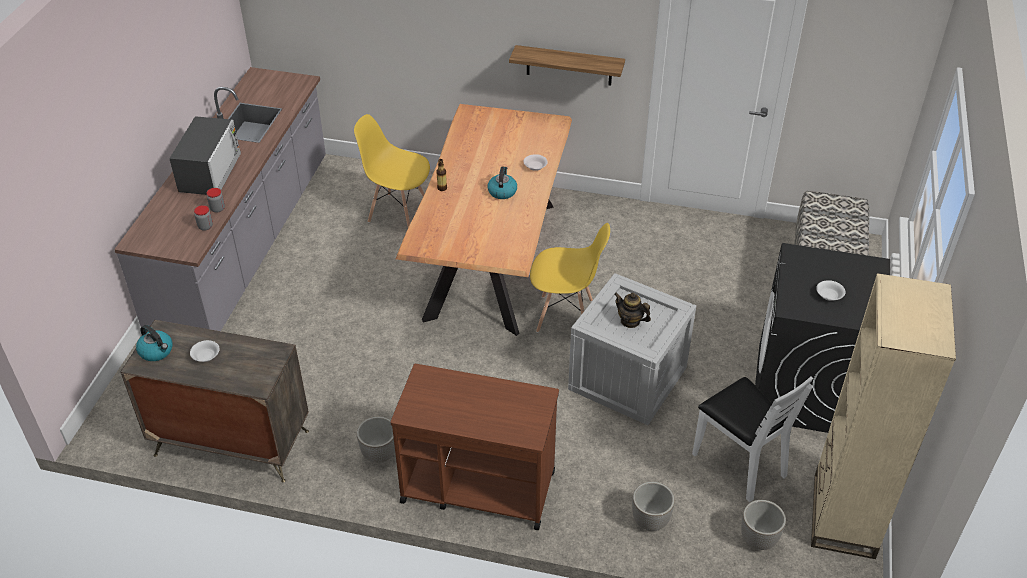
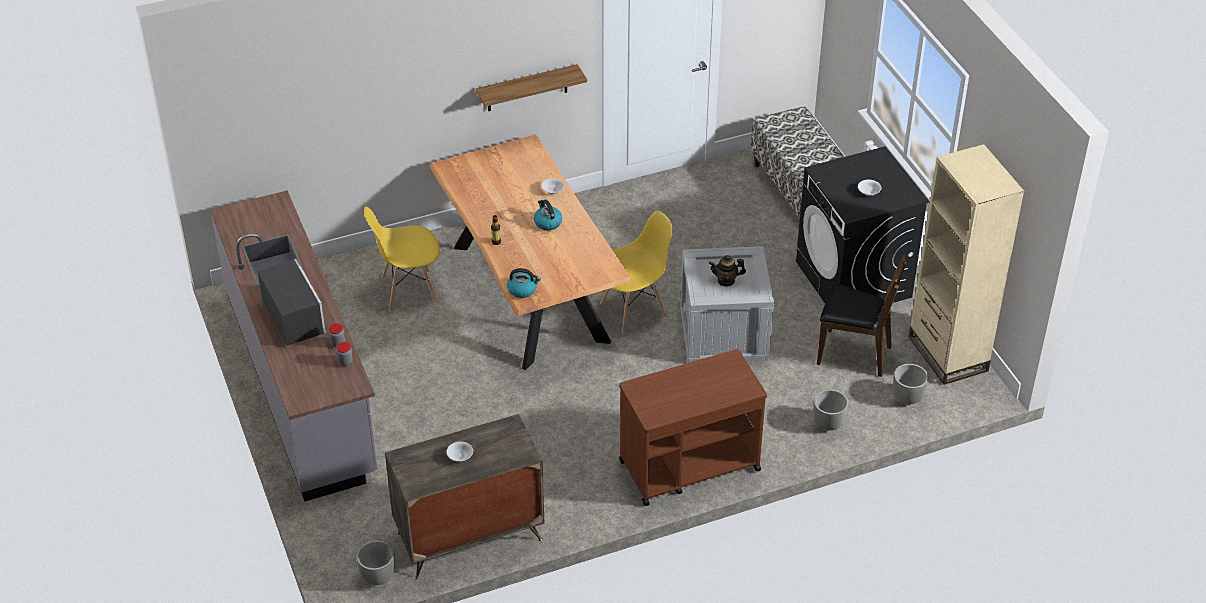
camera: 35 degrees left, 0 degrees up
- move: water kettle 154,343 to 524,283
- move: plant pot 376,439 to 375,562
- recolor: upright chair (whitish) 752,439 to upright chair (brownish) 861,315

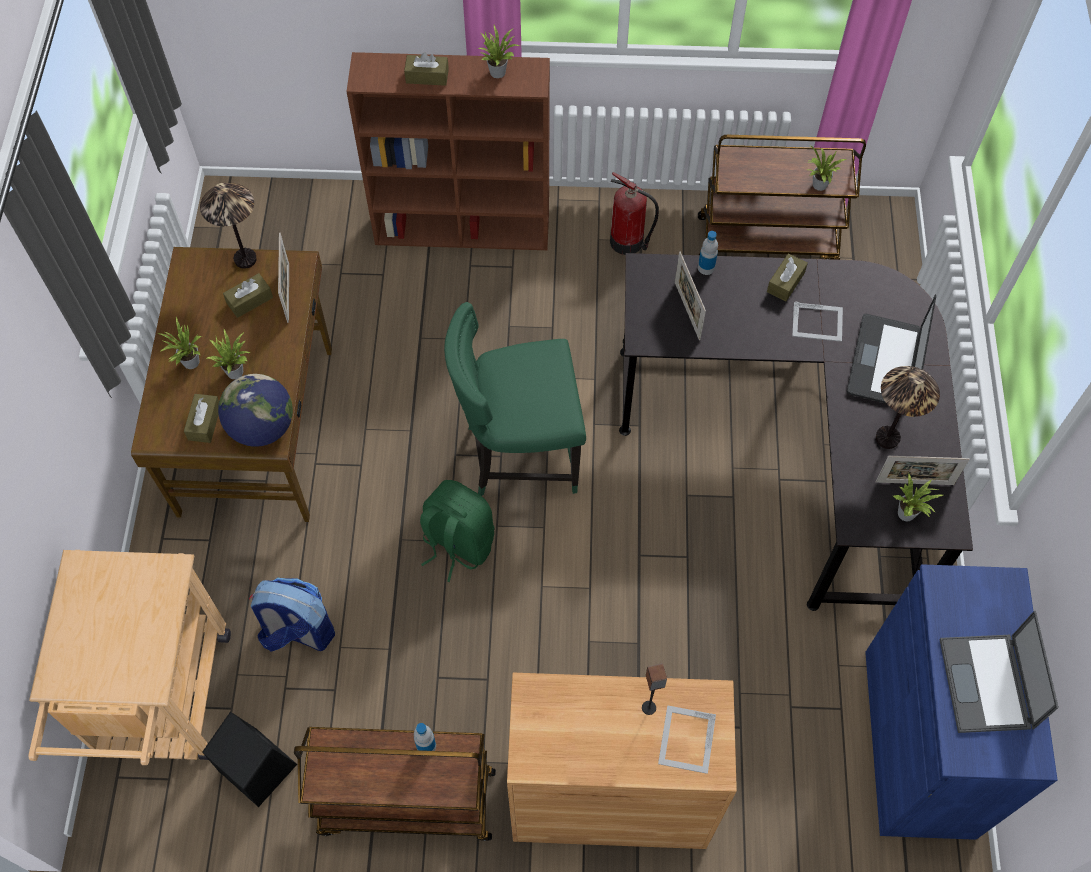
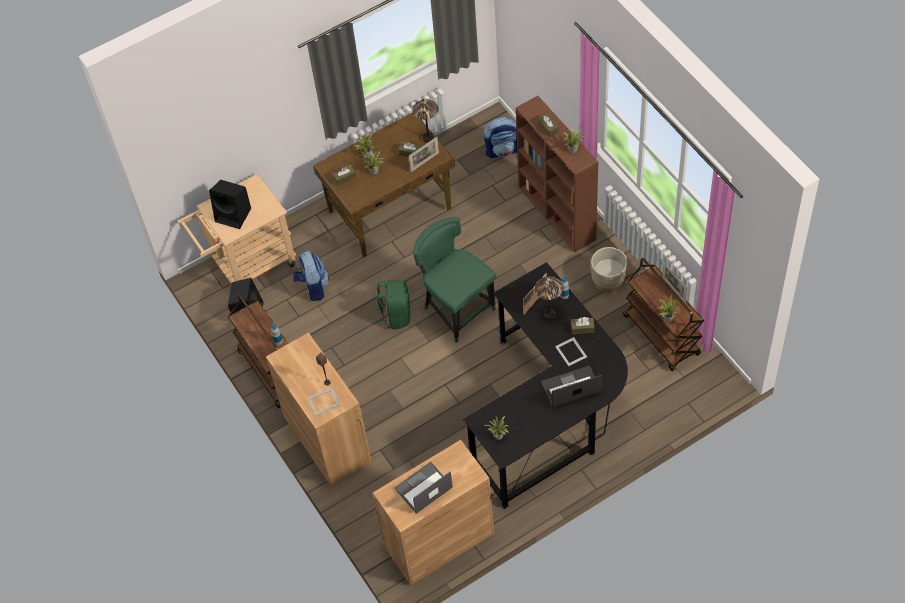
camera: 60 degrees right, 5 degrees down
- delete: desk globe 255,410
- replace: extinguisher 634,213 to plant pot (beige) 609,269
- recolor: cupboard (bluish) 961,702 to cupboard (brownish) 433,512
- move: tabletop lamp 908,407 to 549,298
- move: standing frame 923,470 to 674,282
- insert: audio speaker (black) 230,204
- insert: rucksack 500,137

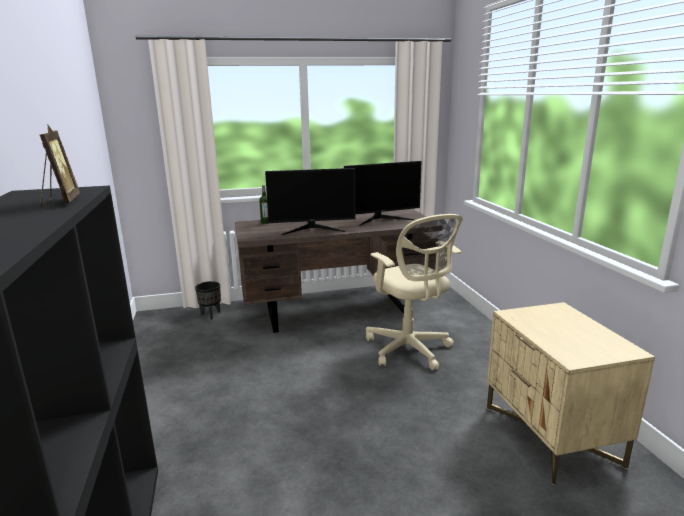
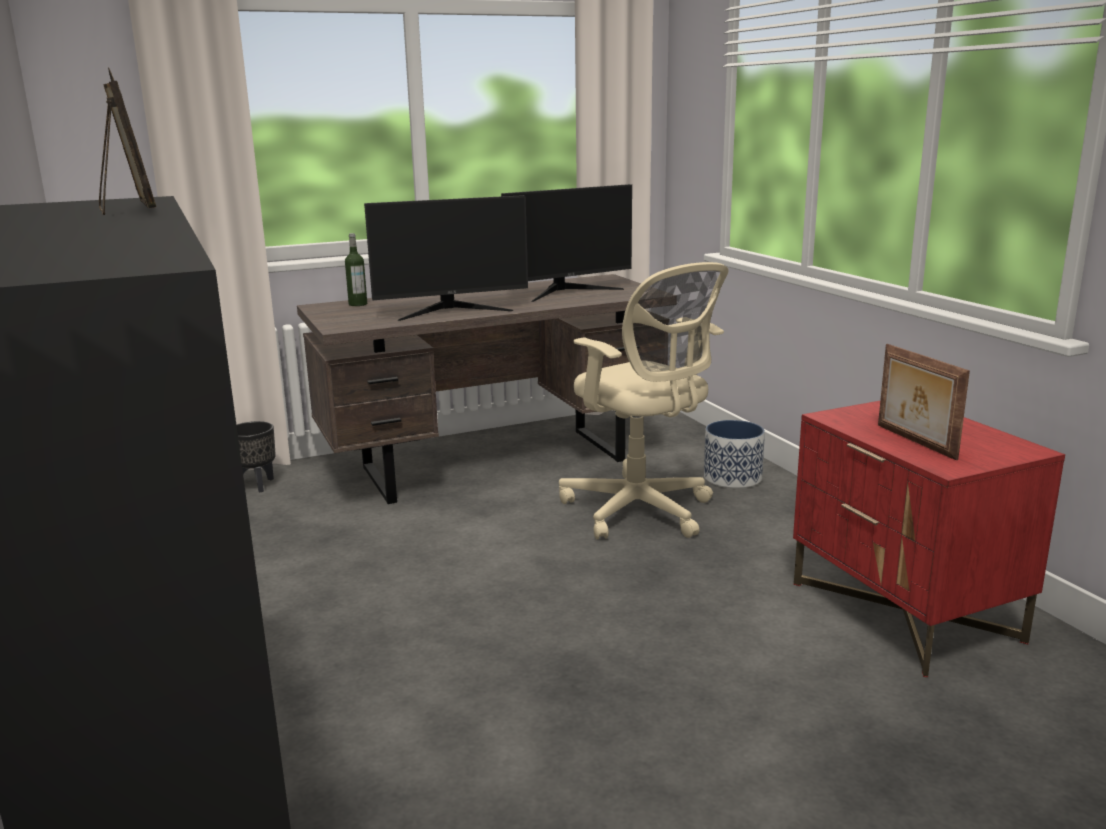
camera: 10 degrees left, 0 degrees up
- recolor: nightstand (beige) 571,393 to nightstand (reddish) 929,539
- insert: plant pot 734,454
- insert: standing frame 924,402

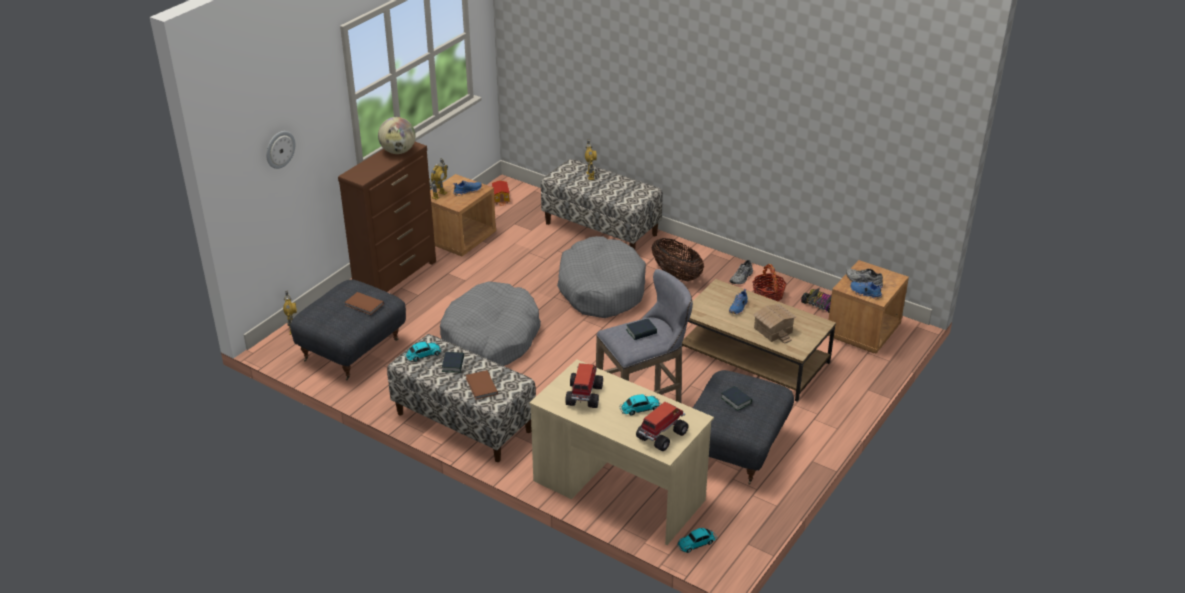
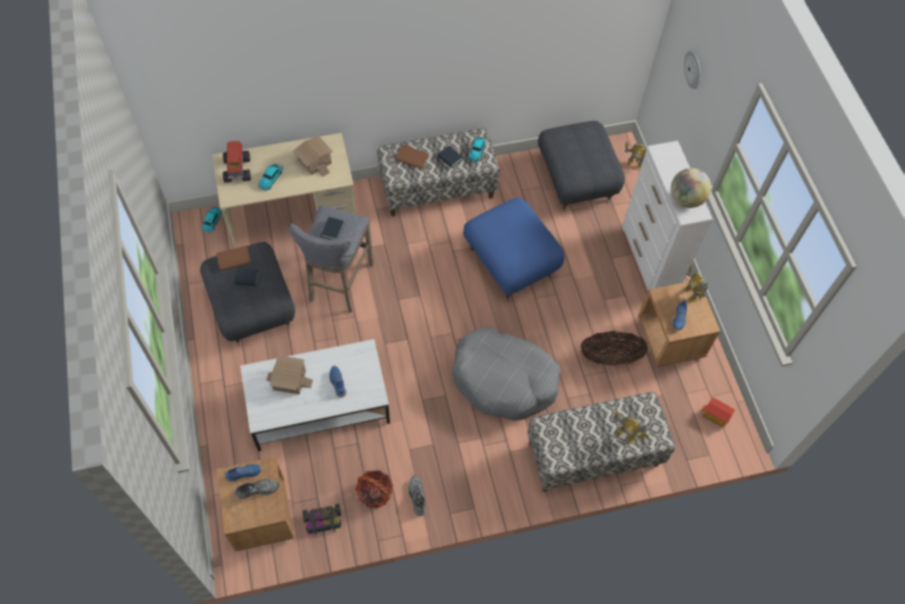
camera: 130 degrees right, 25 degrees up
- recolor: chest of drawers (brownish) 387,217 to chest of drawers (whitish) 667,215
- move: volume (brownish) 364,303 to 233,258
- replace: pet bed (gray) 490,323 to footrest (bluish) 513,249
- replace: toy lorry 584,385 to model house 313,156
- move: storage basket 678,259 to 614,348
- recolor: lounge table (brownish) 759,340 to lounge table (whitish) 315,395

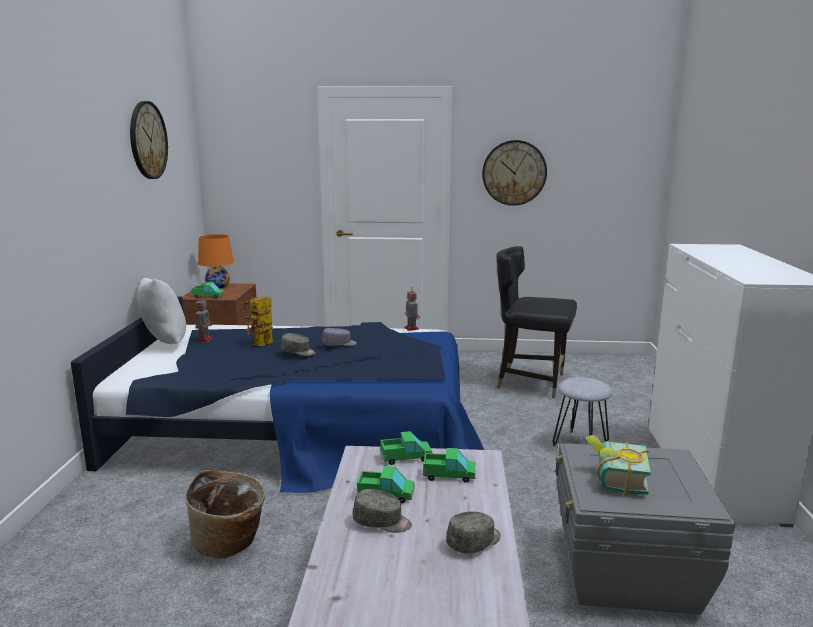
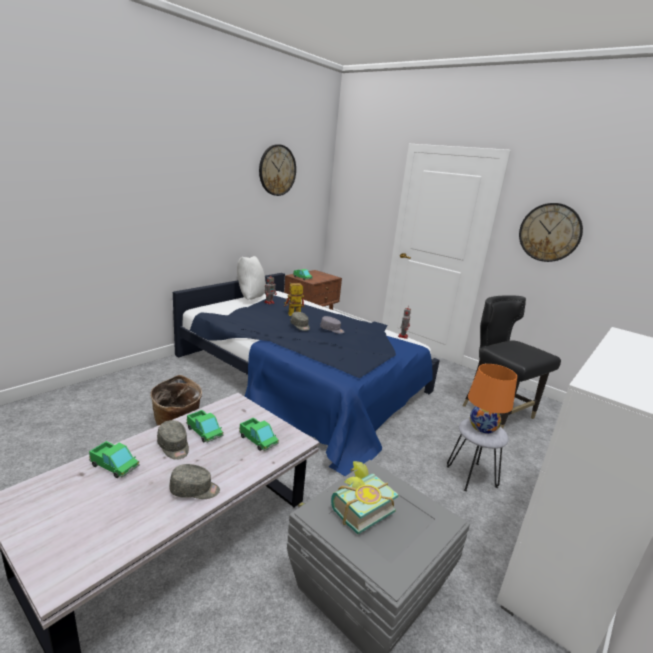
camera: 35 degrees right, 5 degrees up
- move: tabletop lamp (orangey) 216,261 to 492,399
- move: toy lorry 406,448 to 114,459

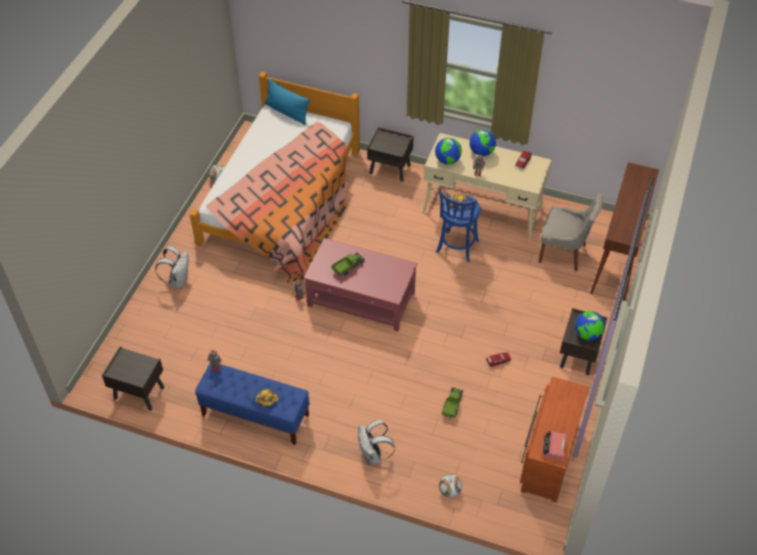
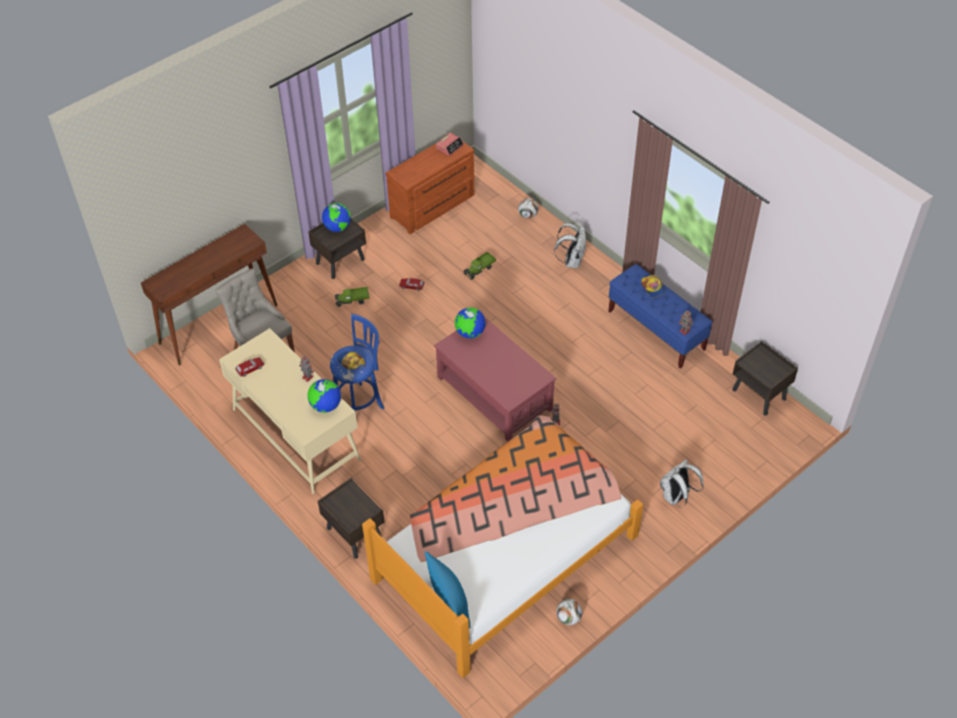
camera: 150 degrees left, 0 degrees up
- move: toy lorry 348,264 to 352,297
- move: desk globe 483,142 to 470,322

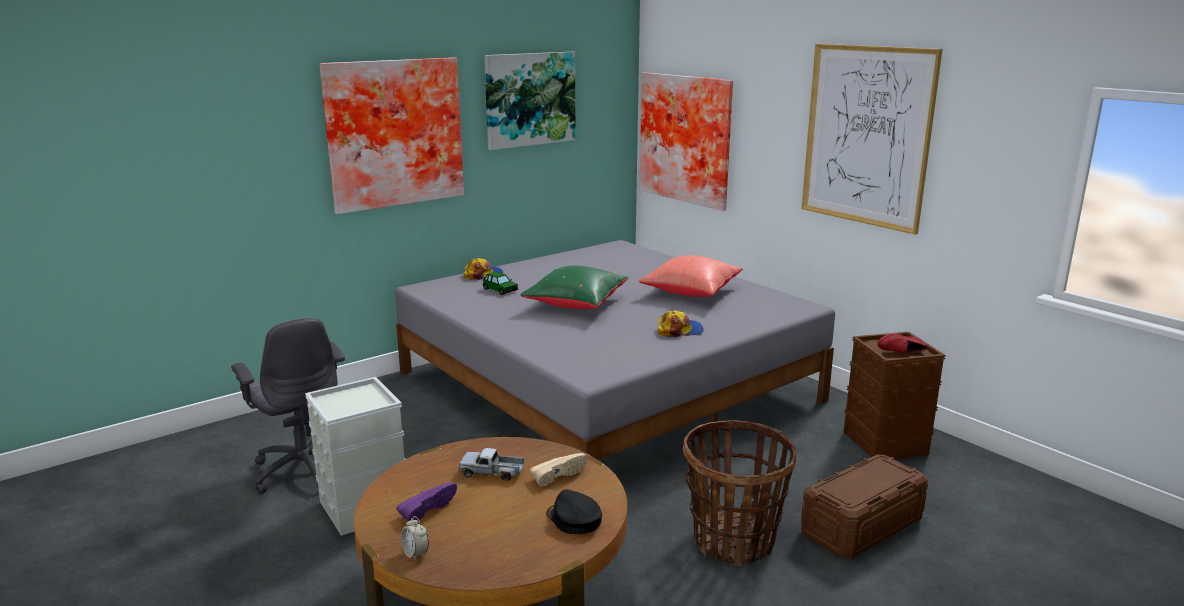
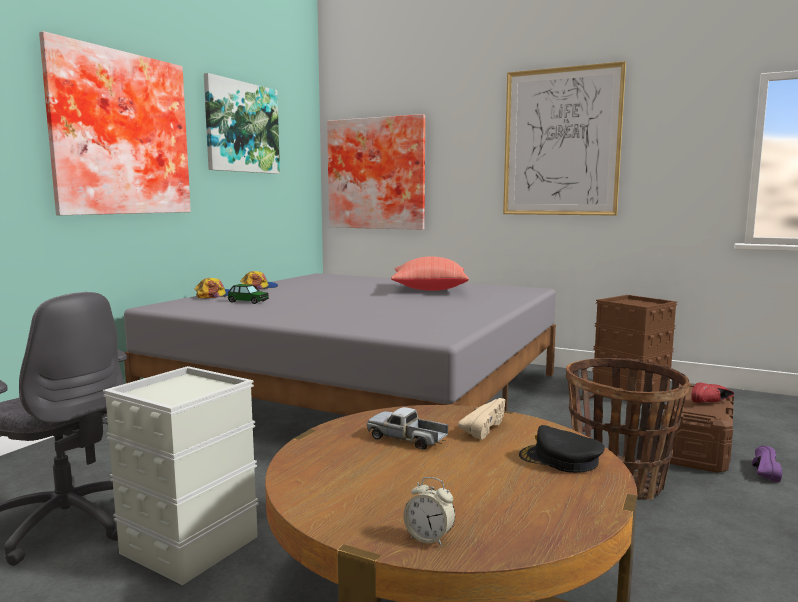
camera: 25 degrees left, 10 degrees down
- move: low shoe (purple) 426,502 to 767,464
- rotate: toy lorry 491,464 = 407,428 45 degrees clockwise
- delete: throw pillow (green) 575,287
- move: cap 680,323 to 259,280
- move: low shoe (reddish) 903,343 to 712,392

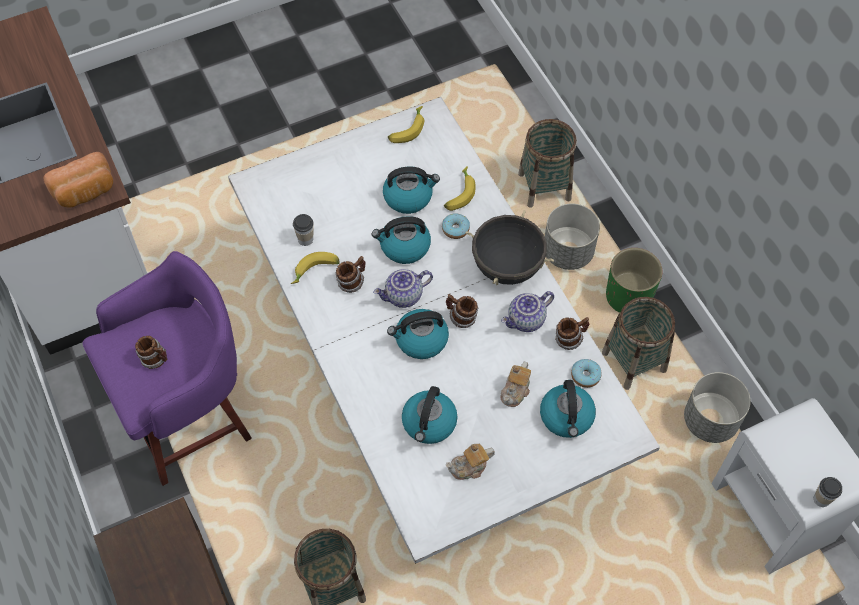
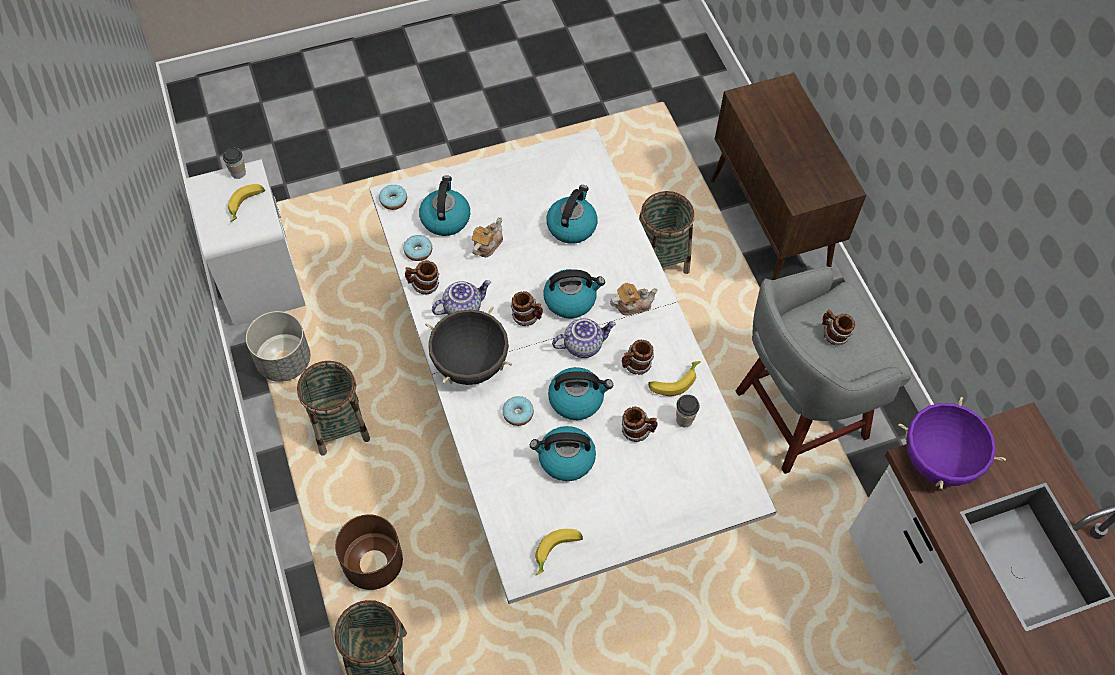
camera: 175 degrees left, 0 degrees up
- replace: bread 78,180 to saucepot (purple) 952,443
- recolor: stool (purple) 167,368 to stool (gray) 824,370
- move: whole banana 459,188 to 246,203
- move: pot for tea 470,461 to 634,299
- recolor: plant pot (gray) 572,236 to plant pot (brownish) 369,552
- delete: plant pot (green) 634,280
- insert: donut 393,197
- insert: mug 640,424

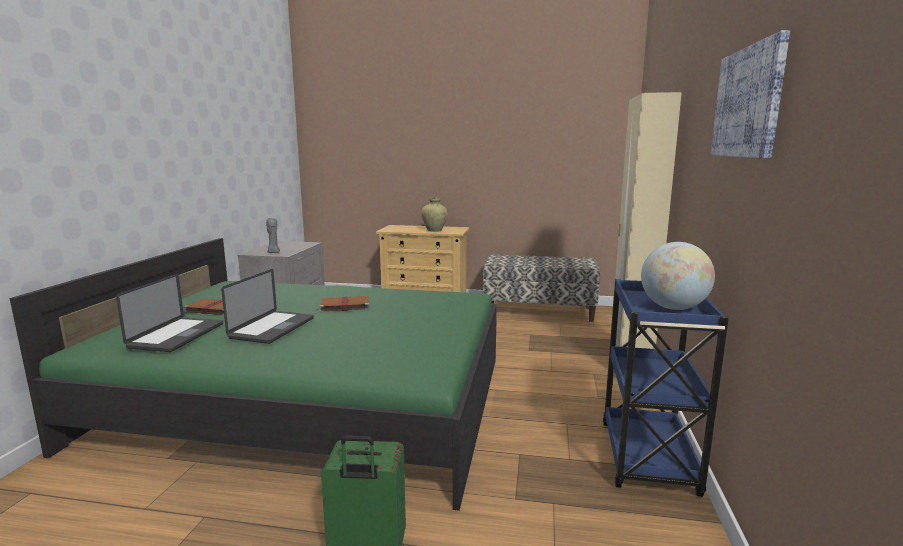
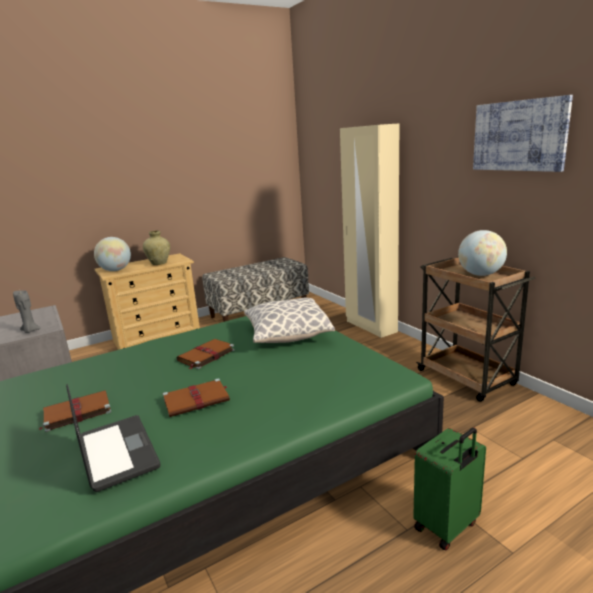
camera: 40 degrees left, 5 degrees up
- replace: portable computer 267,306 to volume (brownish) 196,397
- recolor: trolley (bluish) 665,388 to trolley (brownish) 475,329
- insert: desk globe 112,254
- insert: throw pillow 289,320

